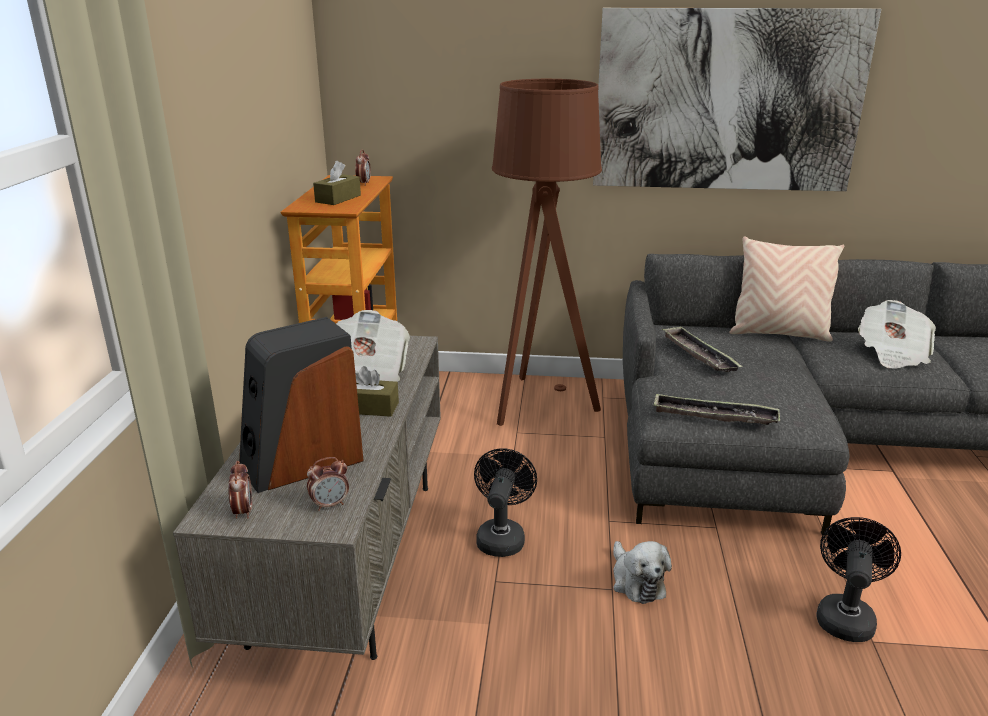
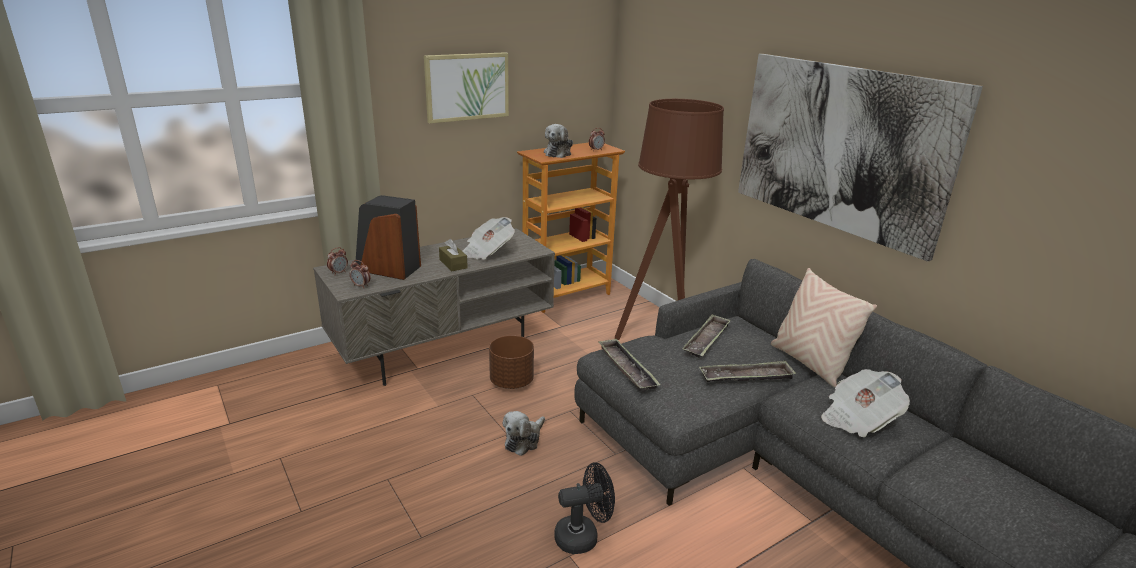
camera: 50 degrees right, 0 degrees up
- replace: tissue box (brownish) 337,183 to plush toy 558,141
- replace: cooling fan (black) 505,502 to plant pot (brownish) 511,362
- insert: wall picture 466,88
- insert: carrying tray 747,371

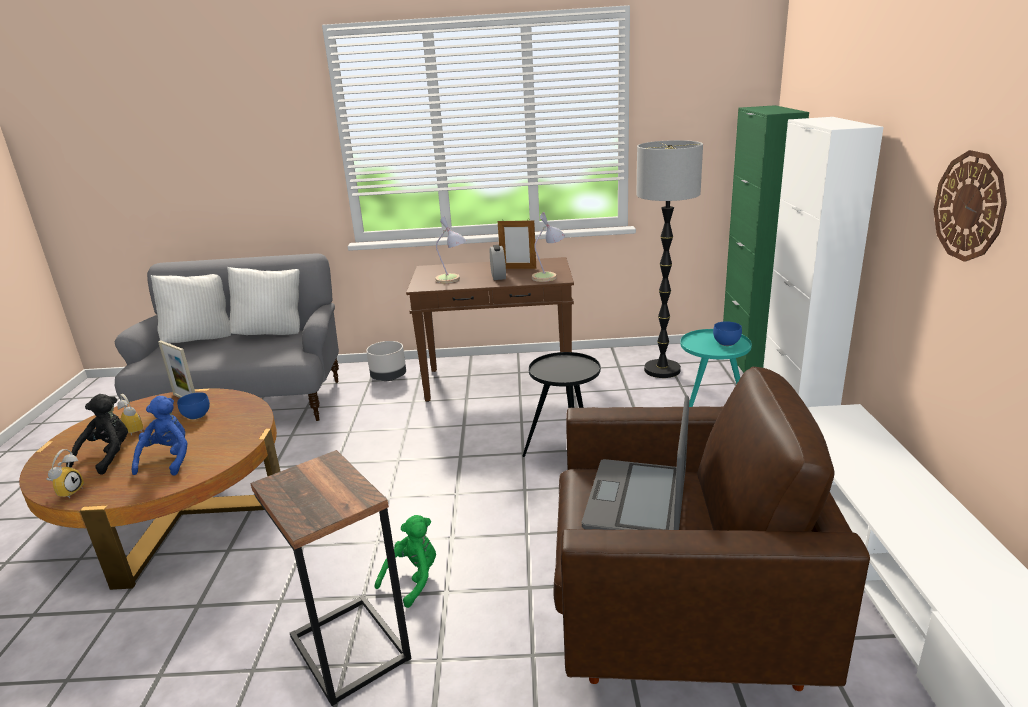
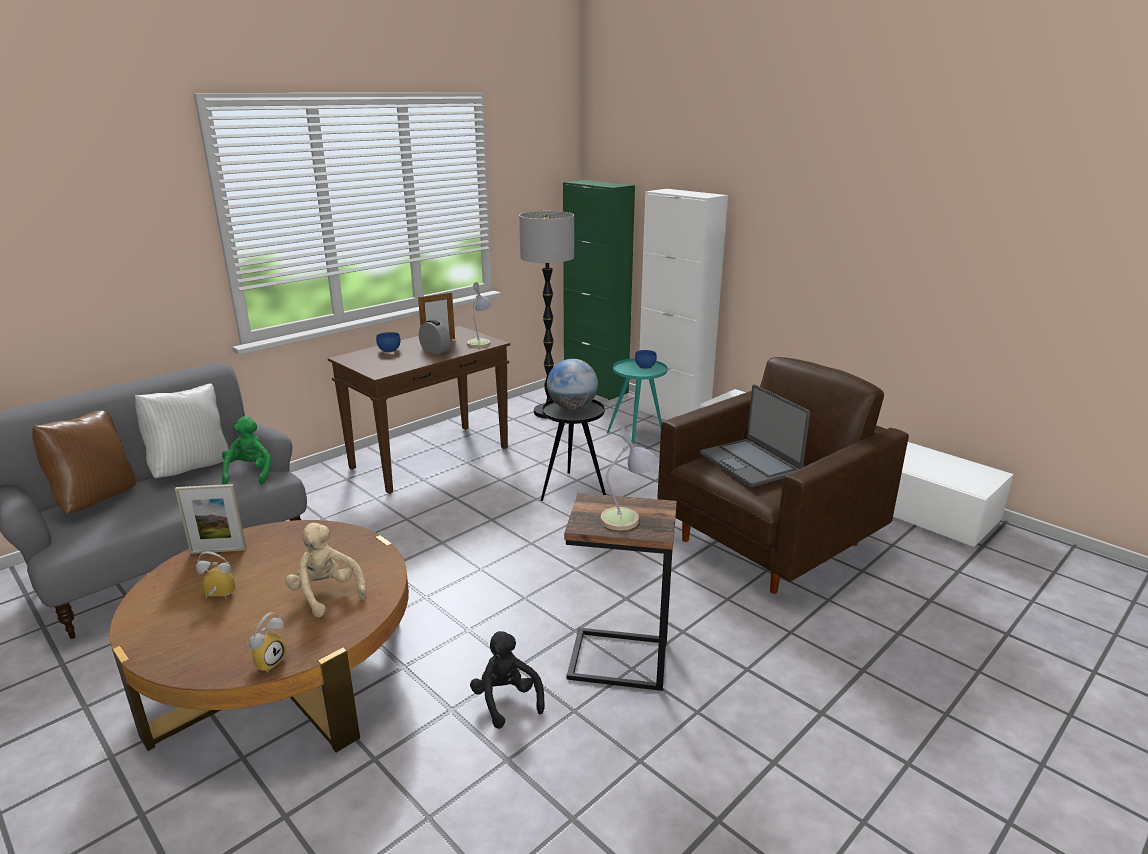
camera: 45 degrees left, 0 degrees up
- rotate: bedside clock 65,473 = 266,642 60 degrees clockwise
- move: plush toy (black) 97,434 to 507,680
- recolor: plush toy (bluish) 159,436 to plush toy (beige) 325,570
- recolor: throw pillow (whitish) 191,308 to throw pillow (brownish) 84,462
- move: serving bowl (bluish) 193,406 to 388,342
- delete: plant pot (gray) 386,361
- move: plush toy (green) 405,561 to 246,450
- move: tabletop lamp 451,250 to 629,478
- delete: wall clock 970,206
- insert: desk globe 572,384

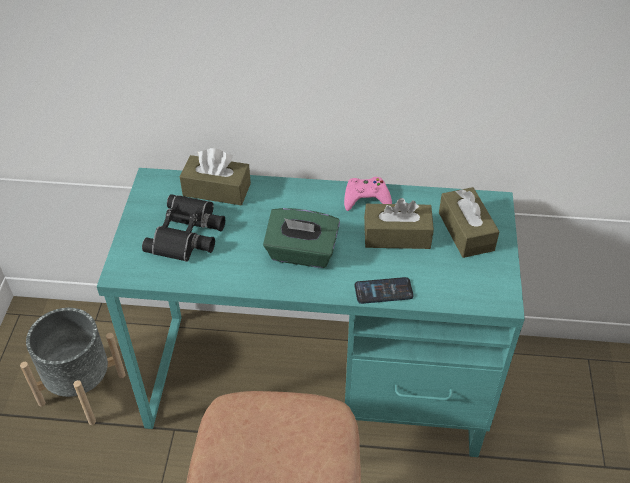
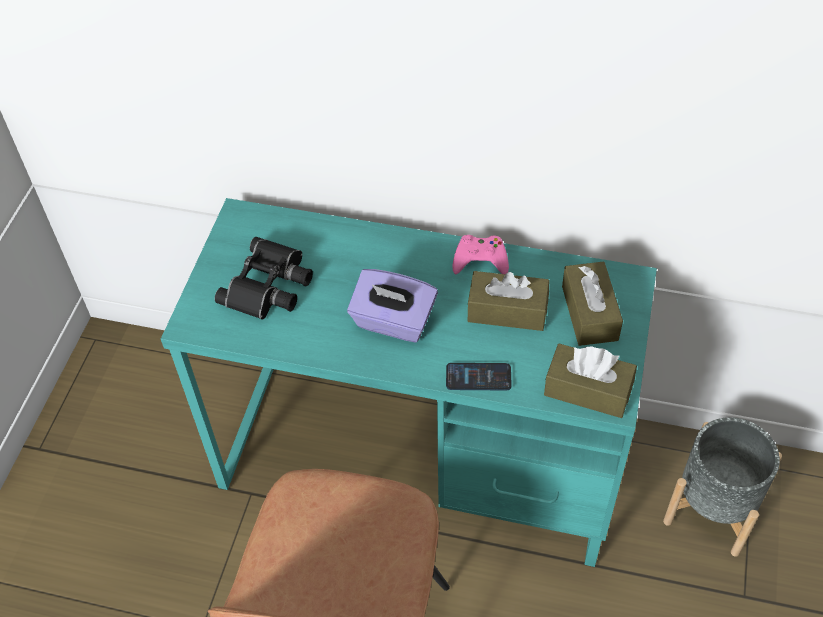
camera: 10 degrees right, 5 degrees up
- move: plant pot (gray) 73,366 to 722,487
- move: tissue box (brownish) 215,176 to 590,381
- recolor: tissue box (green) 301,238 to tissue box (purple) 392,306

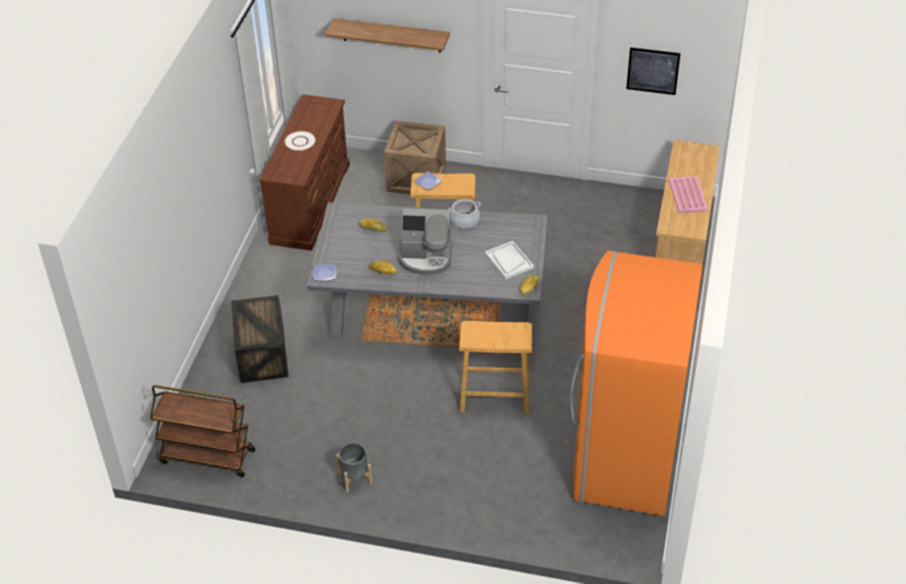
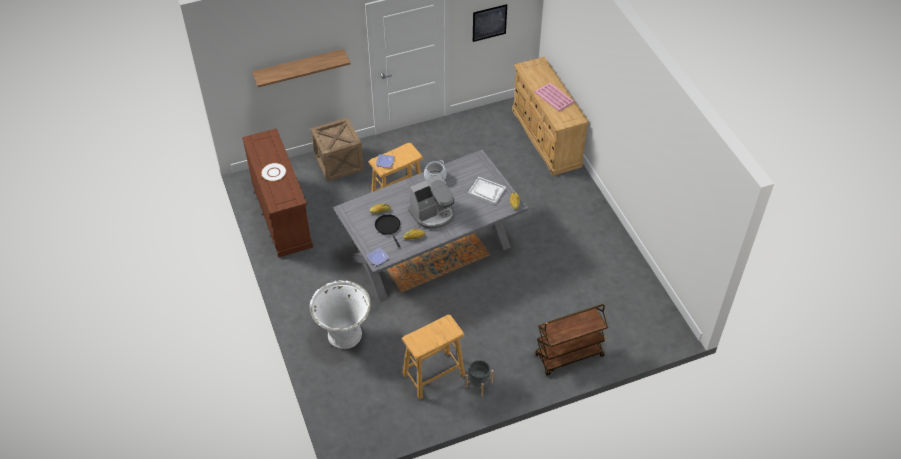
camera: 35 degrees left, 5 degrees up
- move: trolley (brownish) 202,431 to 571,340
- replace: packing crate 259,339 to plant pot (whitish) 340,314
- move: stool (beige) 495,367 to 434,357
- delete: refrigerator (orangey) 636,383
- insert: frying pan (black) 387,230

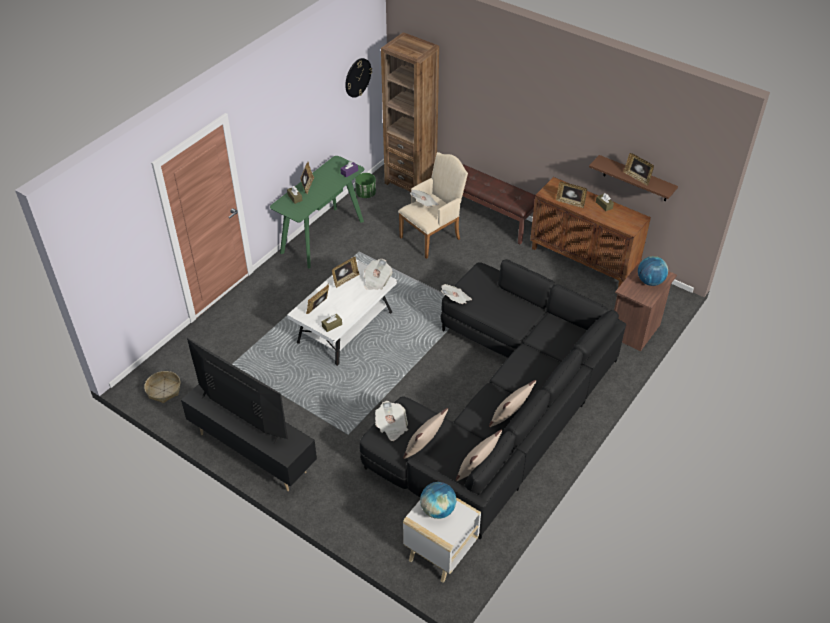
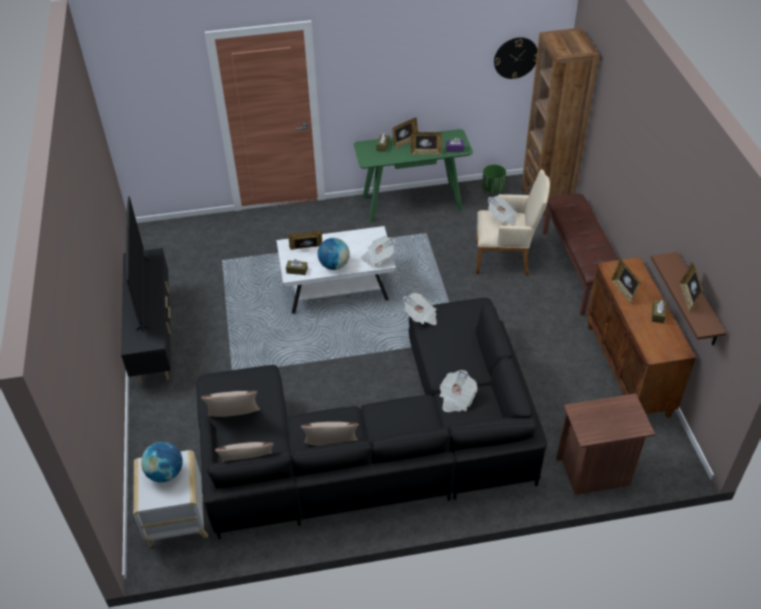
camera: 45 degrees right, 0 degrees up
- delete: storage basket 162,387
- move: standing frame 346,272 to 426,143
- move: daily paper 391,421 to 458,391
- move: desk globe 653,271 to 334,254

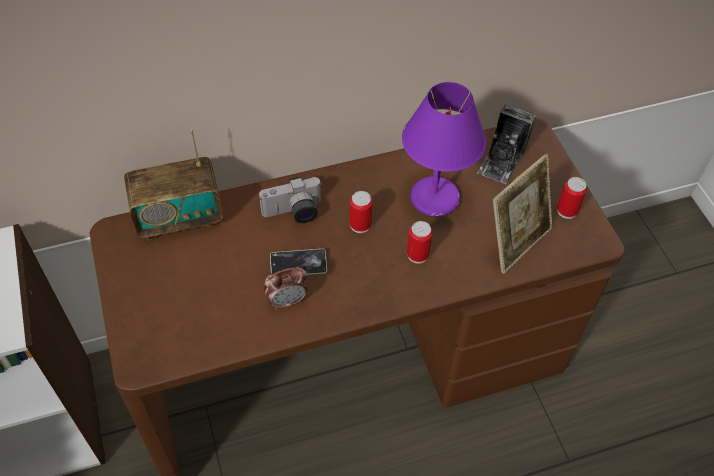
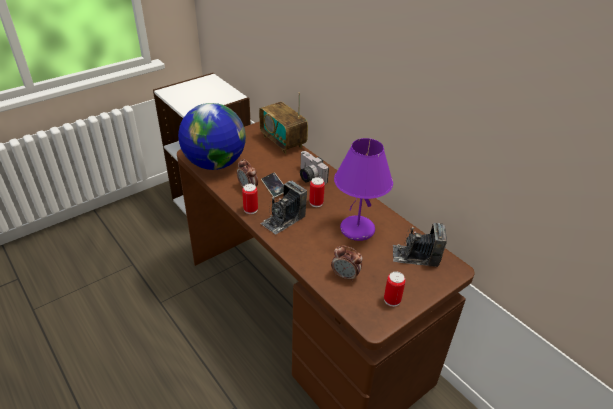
camera: 70 degrees right, 15 degrees down
- move: metal can 420,242 to 250,199
- replace: standing frame 523,214 to bedside clock 347,263
- insert: desk globe 212,136
- insert: photo camera 283,207

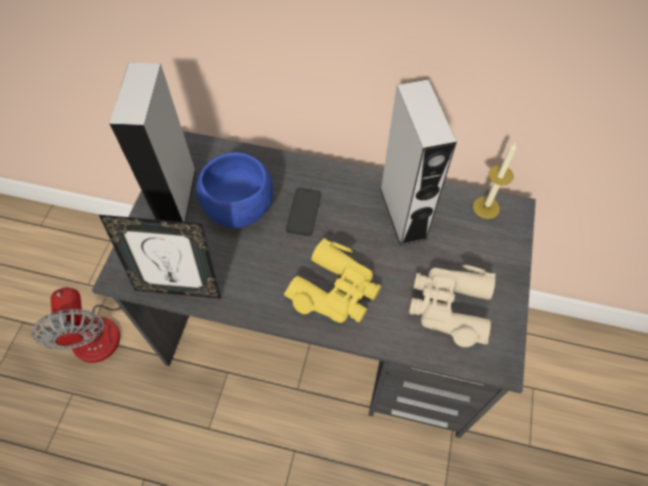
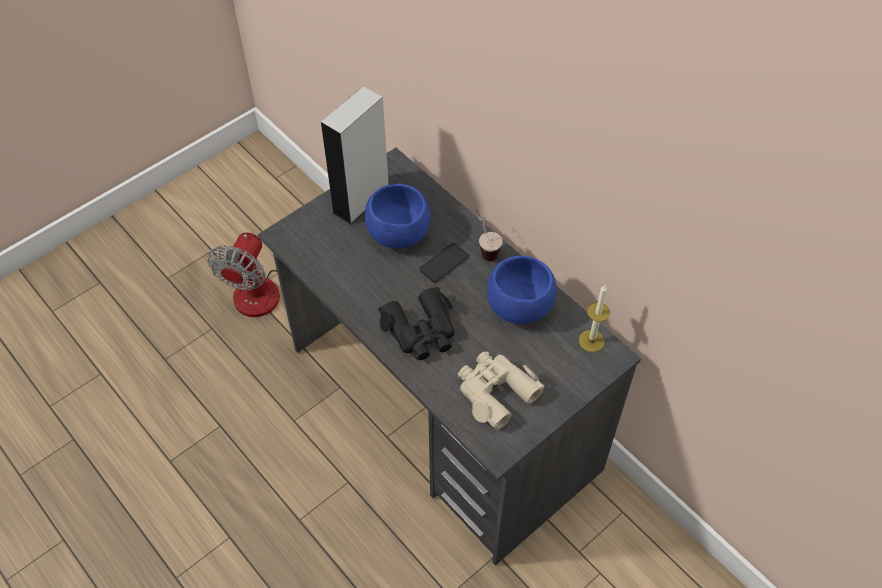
camera: 35 degrees right, 5 degrees down
- delete: standing frame 160,257
- recolor: pair of binoculars (yellow-coloured) 332,280 to pair of binoculars (black) 416,323
- replace: audio speaker (gray) 418,162 to serving bowl (bluish) 522,290
- insert: cup 489,235

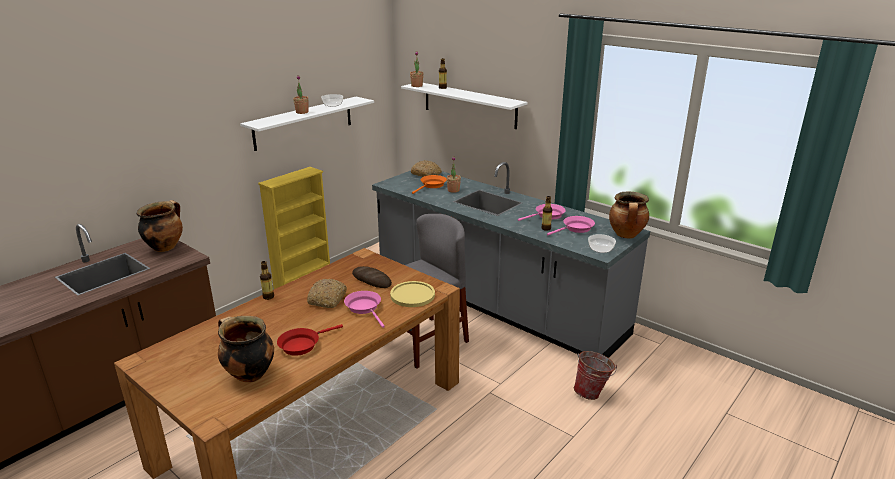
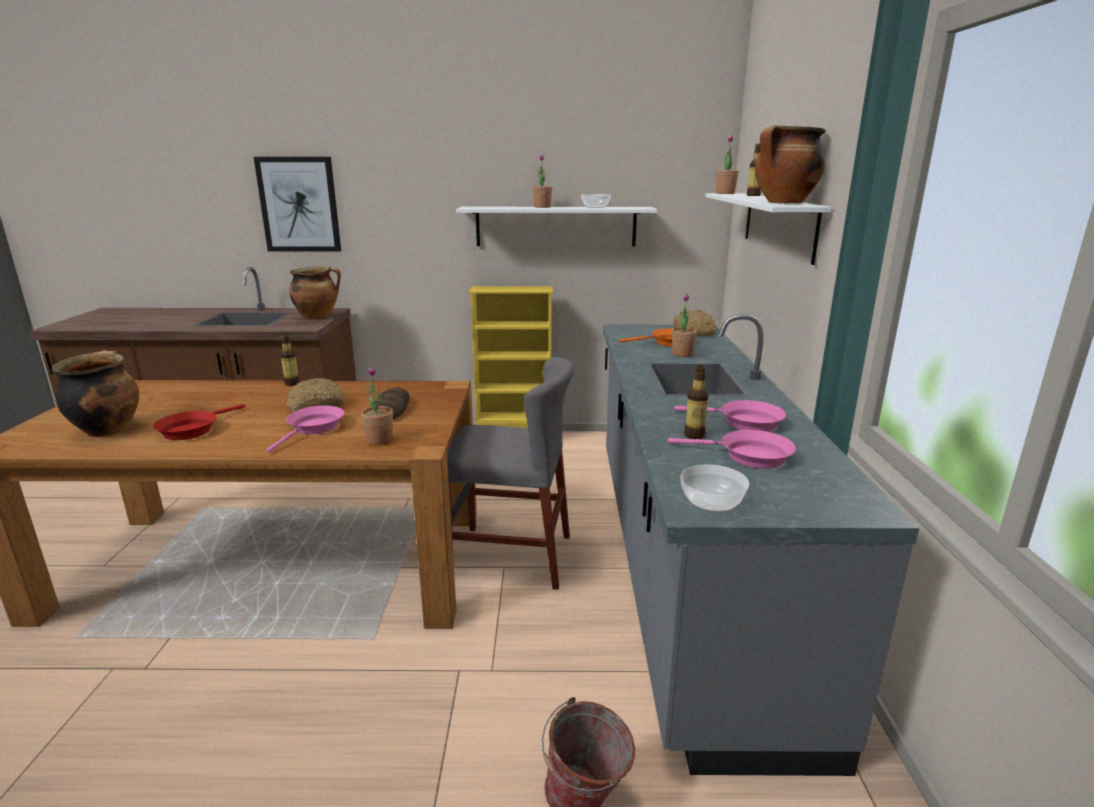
camera: 50 degrees right, 5 degrees down
- rotate: frying pan (reddish) 310,340 = 199,422 75 degrees counterclockwise
- replace: flat dish (yellow-coloured) 412,294 to plant in a pot 377,405
- move: saucepot 629,215 to 790,164
- insert: wall picture 297,204

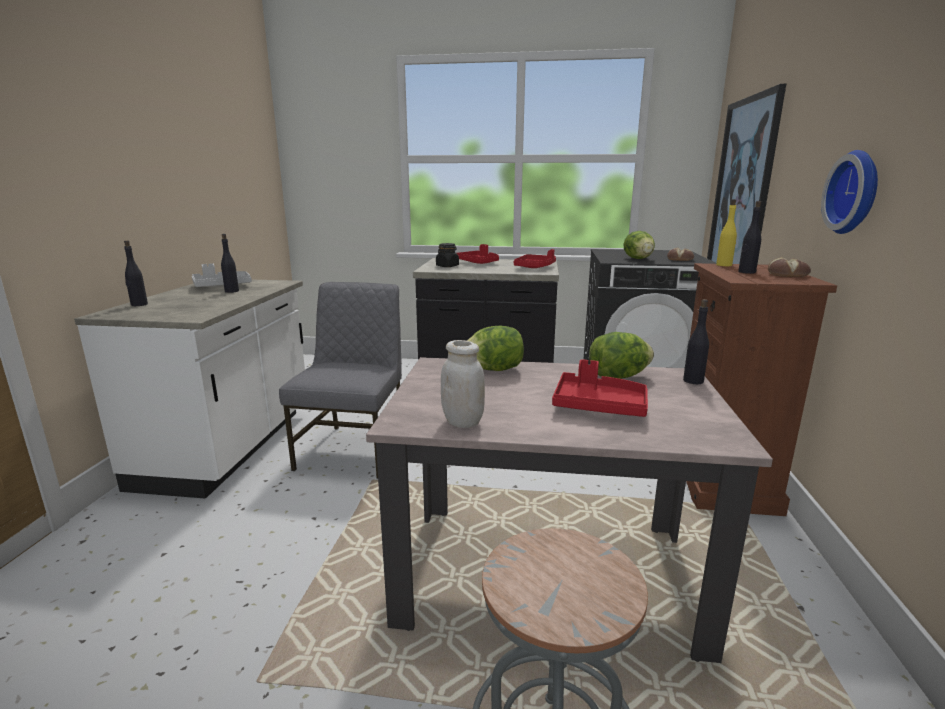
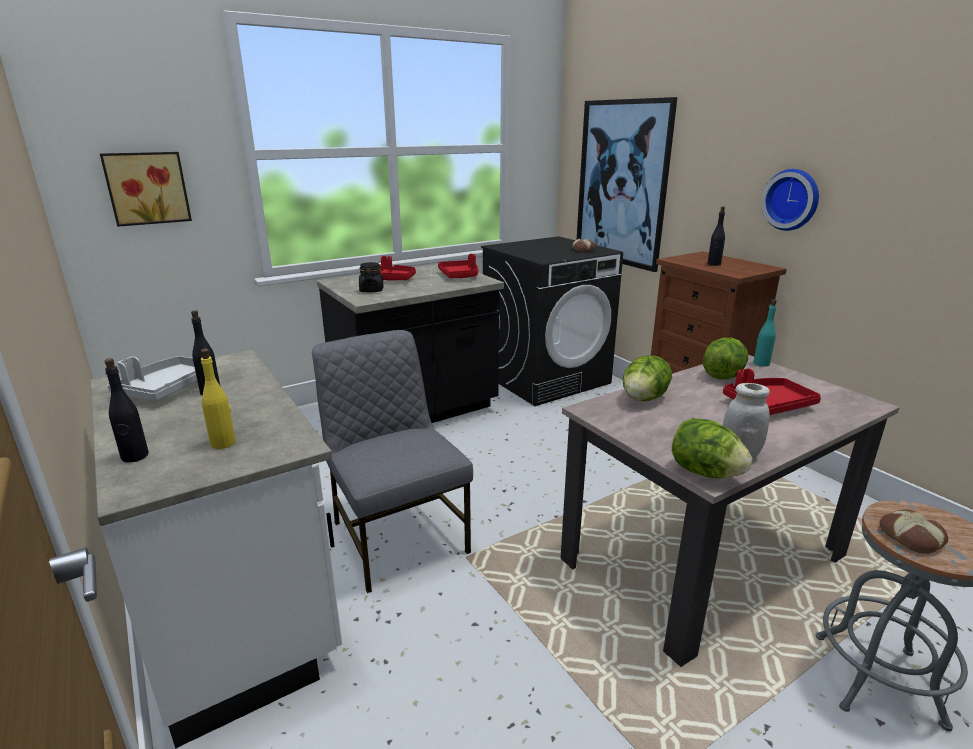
camera: 40 degrees left, 5 degrees up
- move: head of lettuce 639,245 to 712,448
- recolor: bottle (black) 696,341 to bottle (turquoise) 765,333
- move: bottle (yellow-coloured) 726,232 to 217,399
- move: bread 789,267 to 913,531
- insert: wall picture 146,189

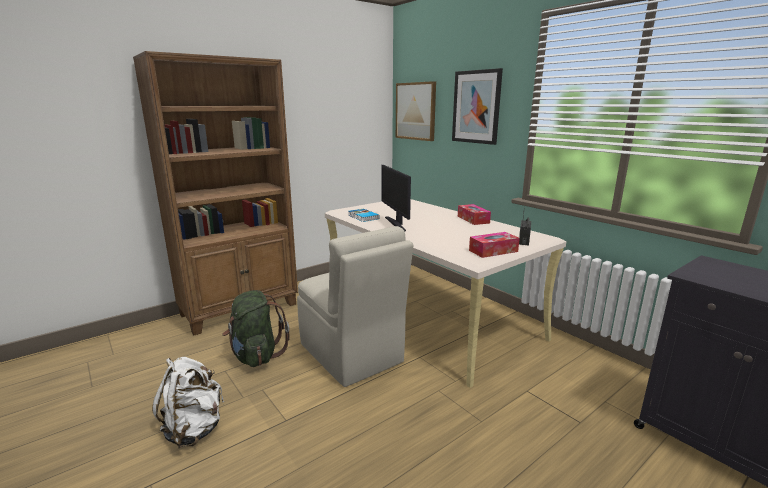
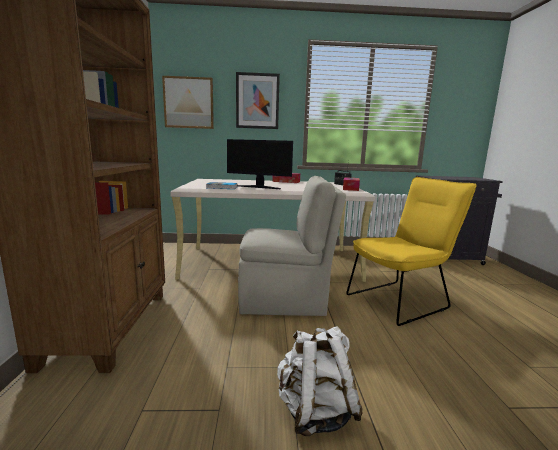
camera: 55 degrees left, 5 degrees down
- delete: rucksack (green) 256,328
- insert: upright chair (yellow-coloured) 411,251

